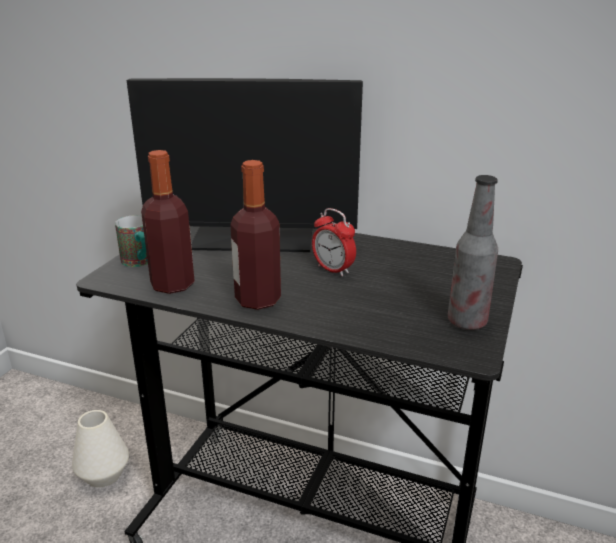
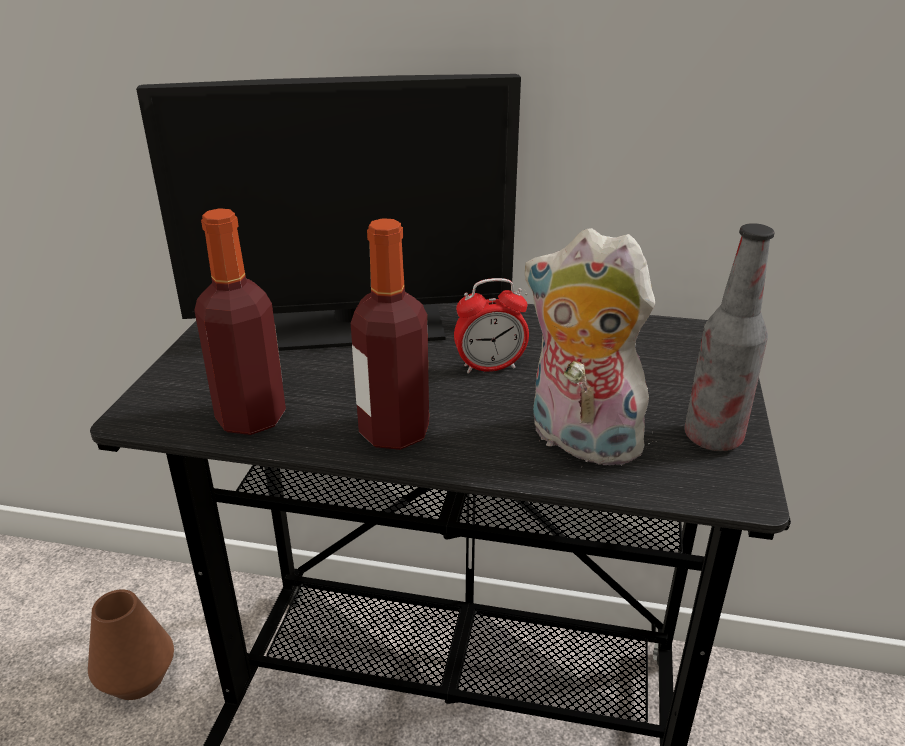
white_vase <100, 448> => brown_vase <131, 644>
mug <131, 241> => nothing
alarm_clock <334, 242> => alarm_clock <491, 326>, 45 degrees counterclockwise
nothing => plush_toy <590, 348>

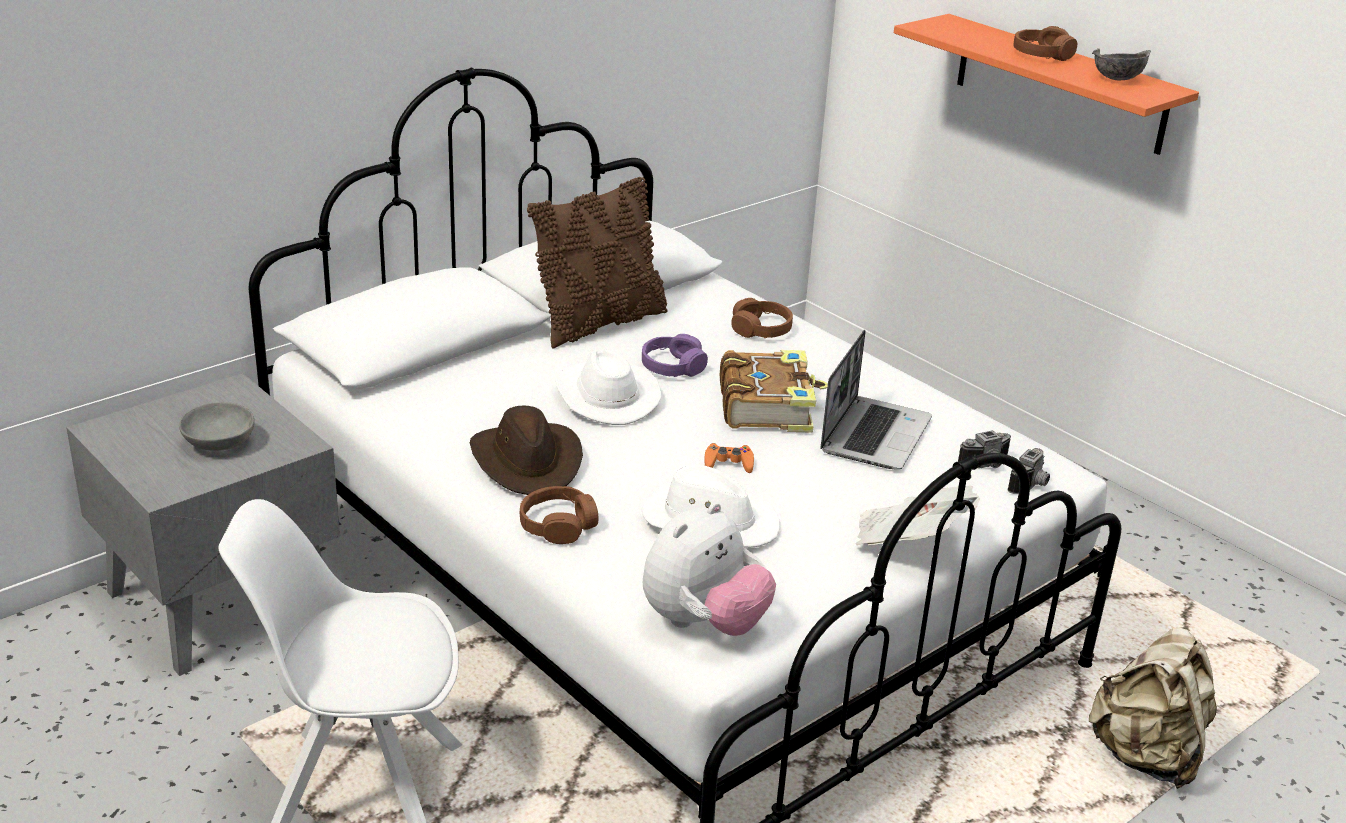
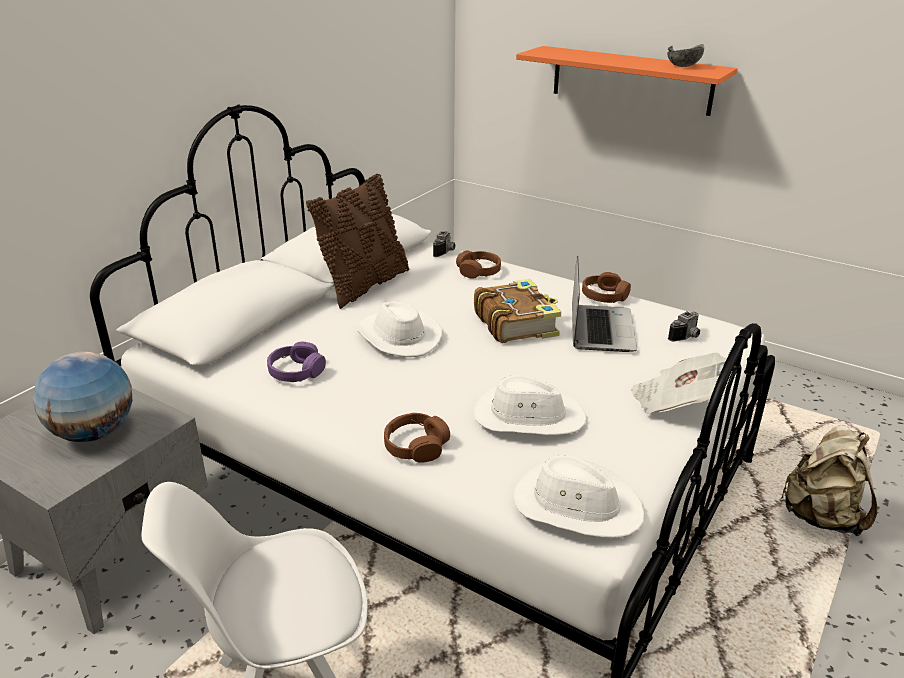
grey_bowl <217, 426> => globe <82, 397>
brown_hat <526, 450> => nothing
purple_headphones <675, 355> => purple_headphones <296, 362>, moved
plush_toy <709, 569> => white_hat <578, 496>
orange_game_controller <729, 458> => nothing
photo_camera <1028, 471> => photo_camera <444, 244>, moved
brown_headphones <1045, 43> => brown_headphones <606, 287>, moved

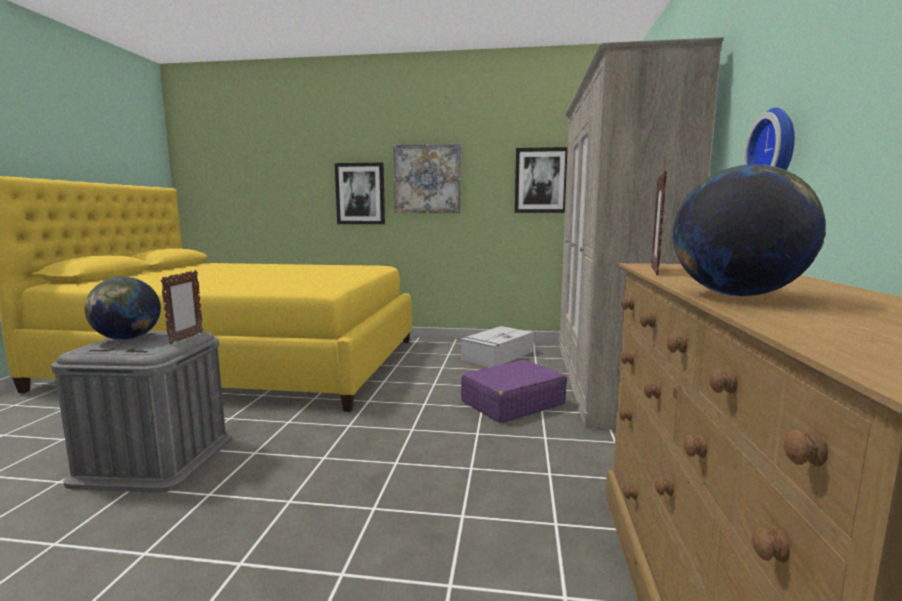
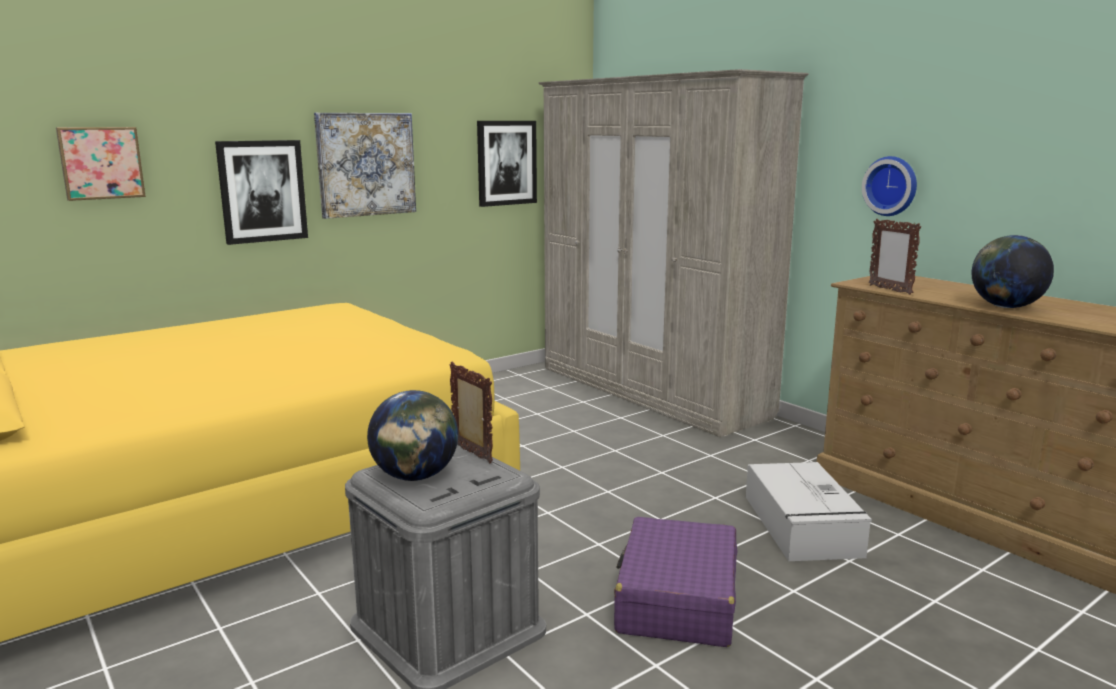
grey_storage_box <497, 346> => grey_storage_box <809, 511>, moved
purple_suitcase <514, 391> => purple_suitcase <675, 582>, moved
nothing => picture <101, 164>

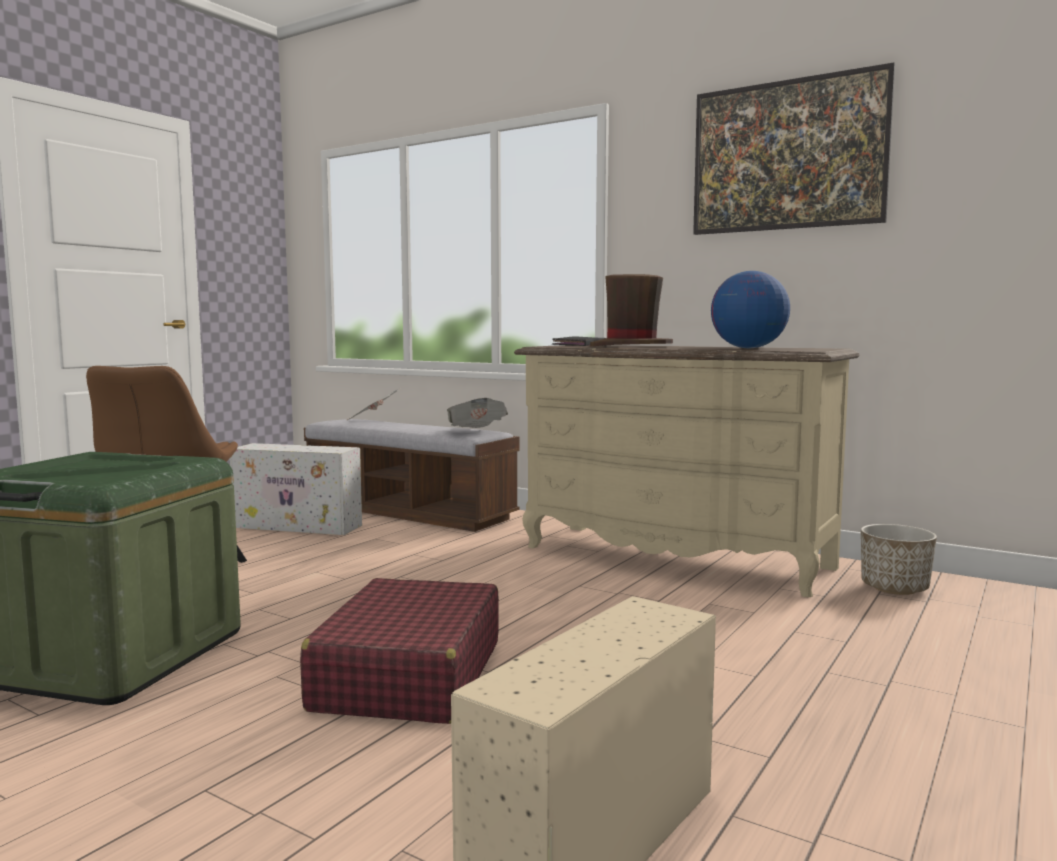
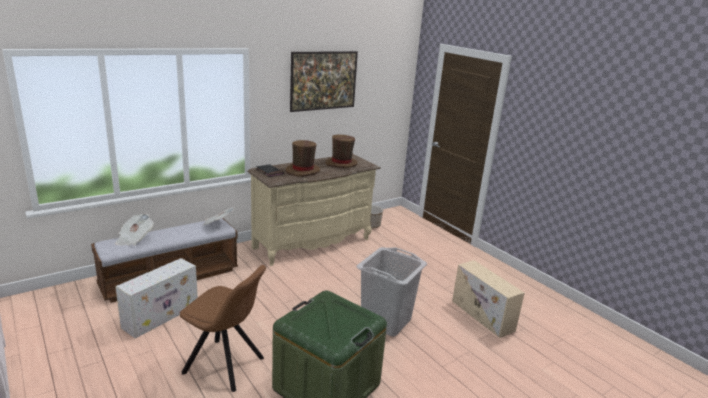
red_suitcase <399, 651> => grey_laundry_basket <392, 291>
globe <750, 309> => brown_hat <341, 151>

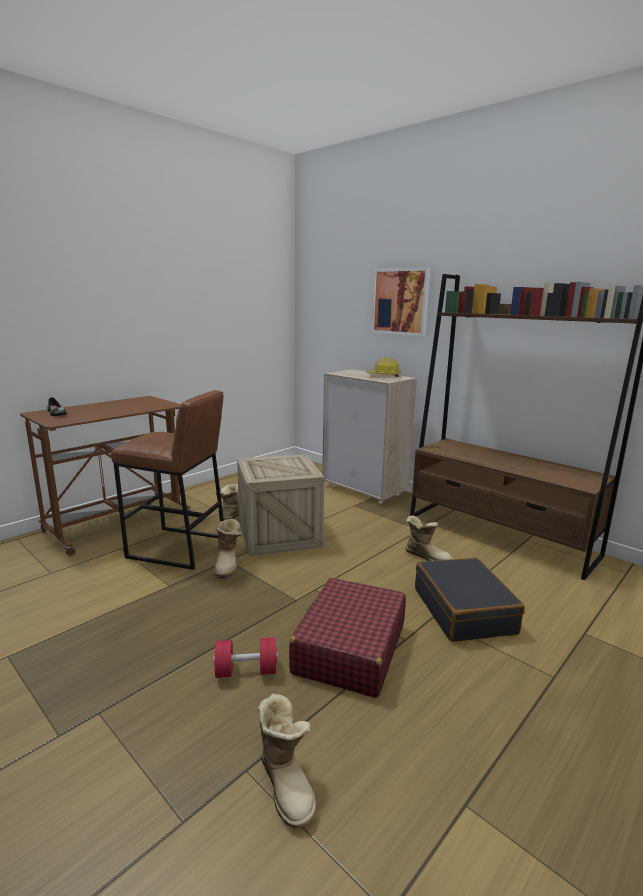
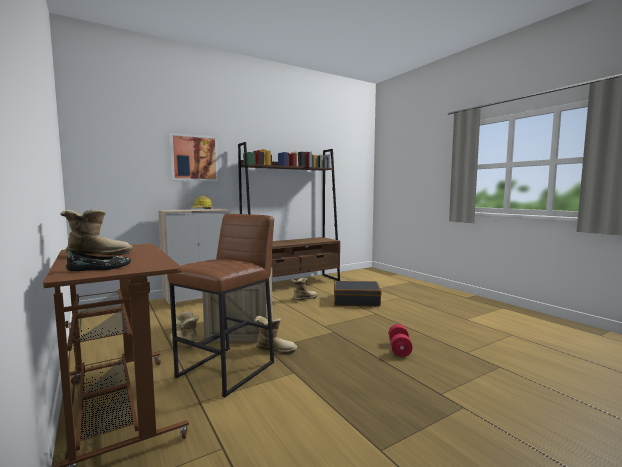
boot <287, 761> => boot <96, 232>, moved
red_suitcase <347, 638> => nothing

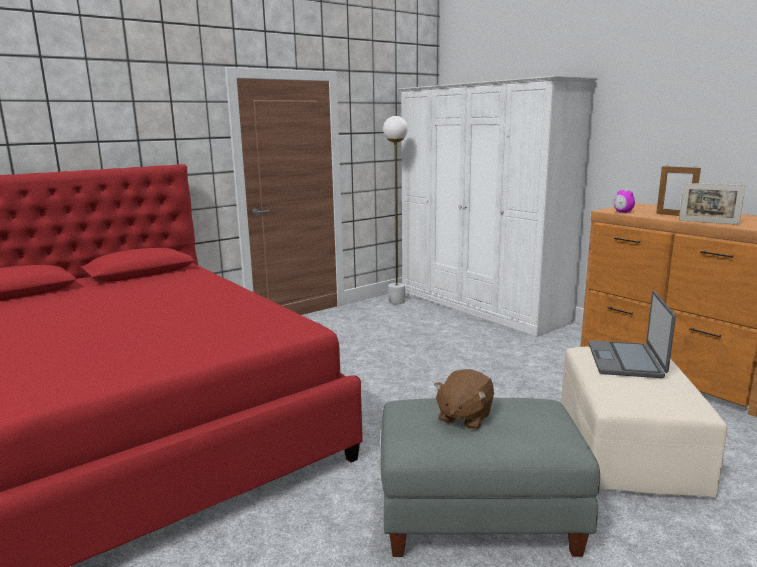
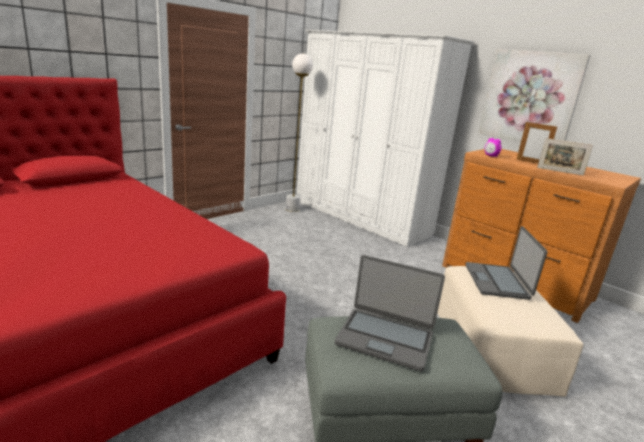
brown_plush_toy <464, 399> => laptop <390, 313>
nothing => picture <535, 95>

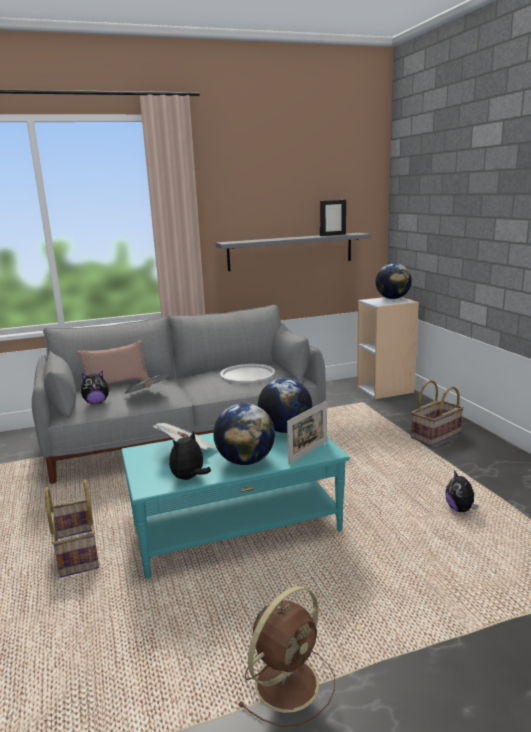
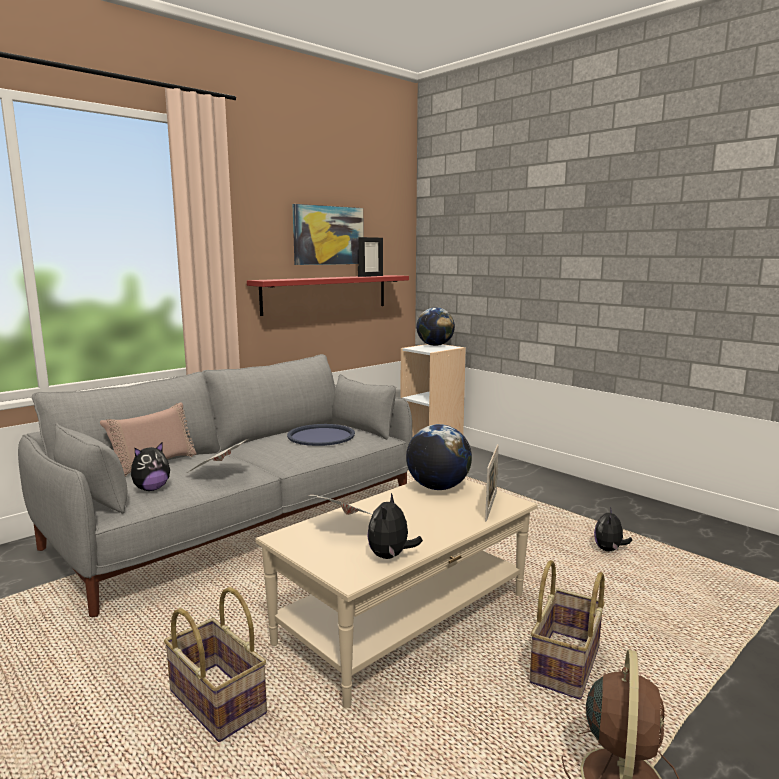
turquoise_coffee_table <235, 505> => beige_coffee_table <396, 593>
globe <244, 434> => nothing
grey_shelf <293, 252> => red_shelf <328, 295>
white_tray <247, 373> => blue_tray <321, 435>
basket <437, 413> => basket <567, 629>, moved
plush_toy <461, 491> => plush_toy <613, 529>, 60 degrees clockwise
nothing => picture <328, 234>

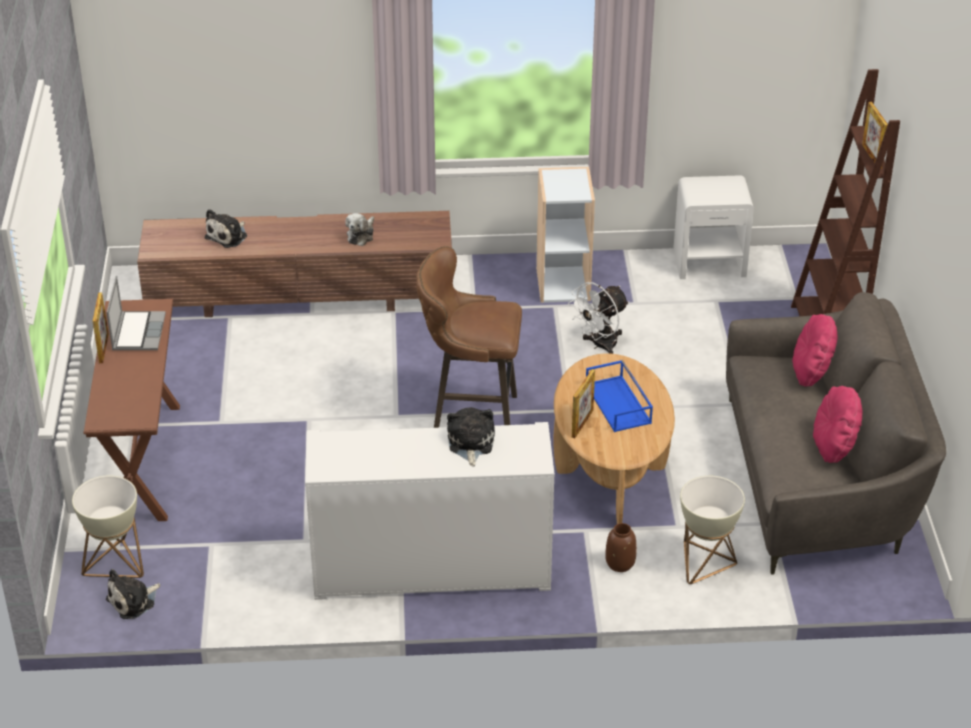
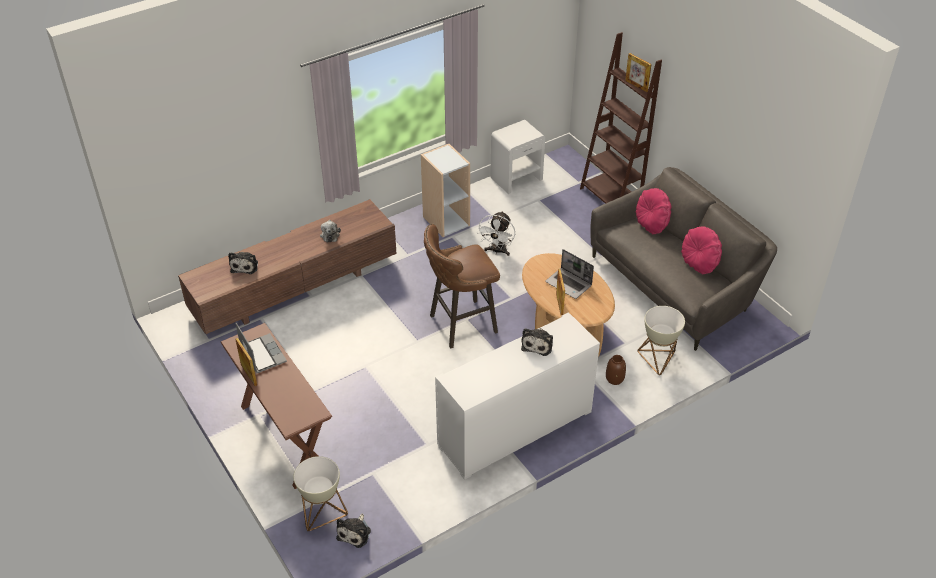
plush_toy <471, 436> => plush_toy <537, 342>, 135 degrees counterclockwise
blue_tray <619, 396> => laptop <569, 274>

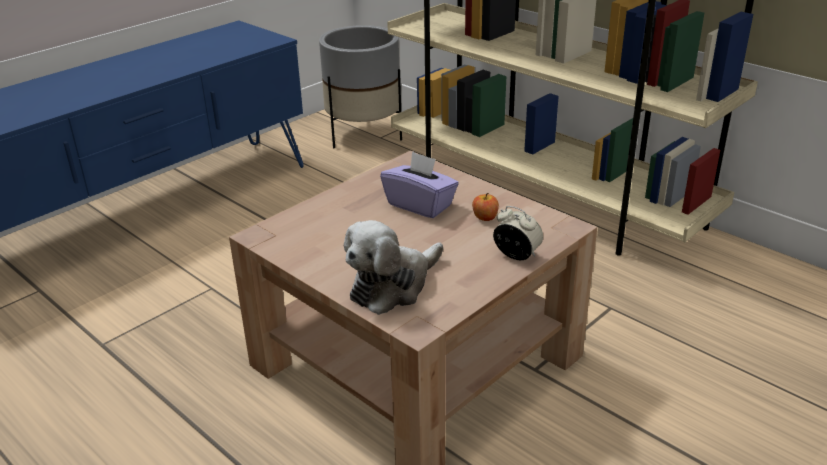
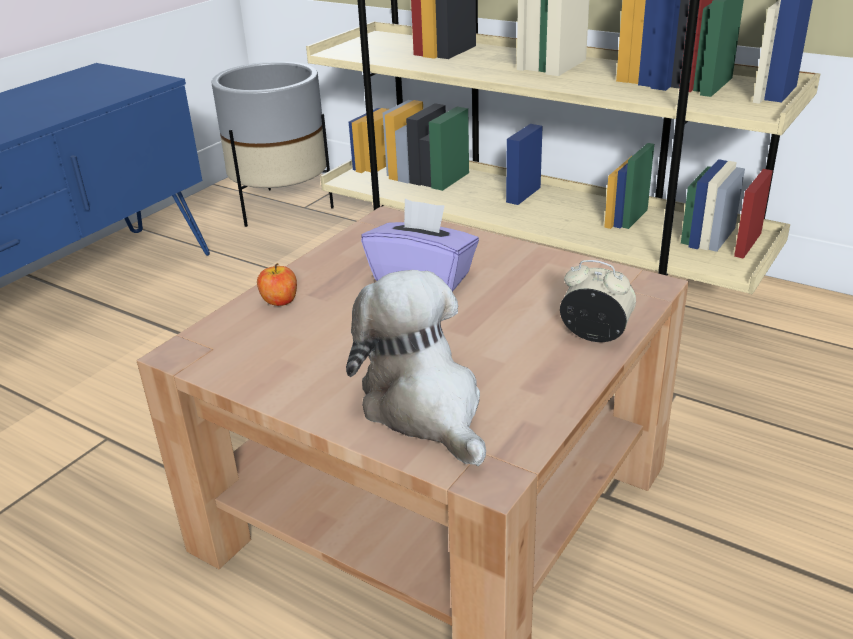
plush_toy <393, 267> => plush_toy <416, 368>, 120 degrees clockwise
apple <485, 207> => apple <277, 284>, moved

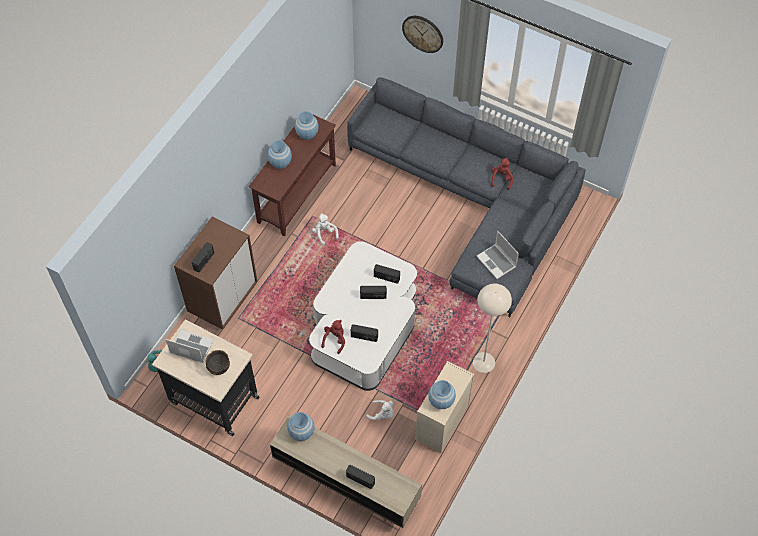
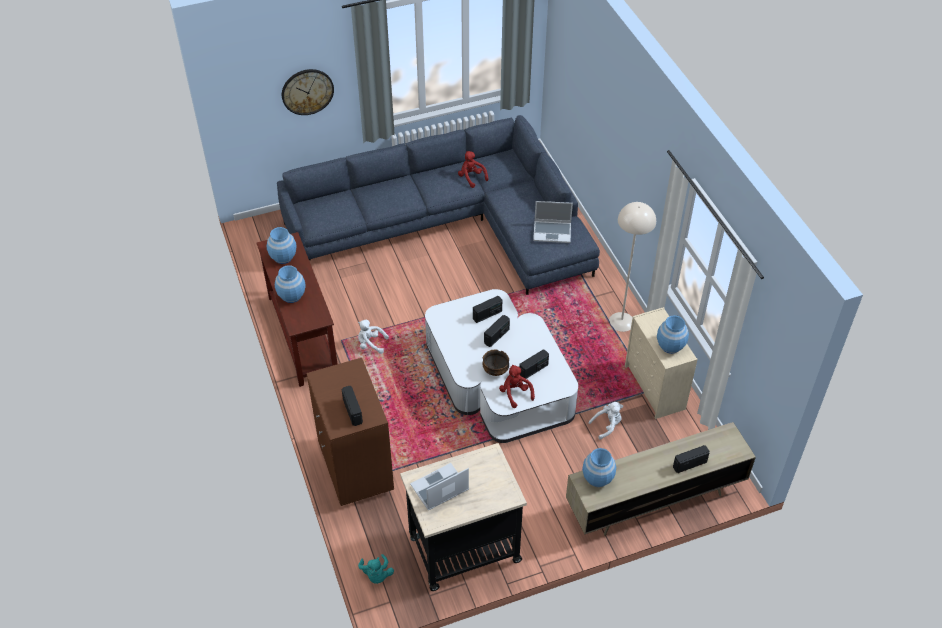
bowl <218, 362> => bowl <495, 362>, moved

